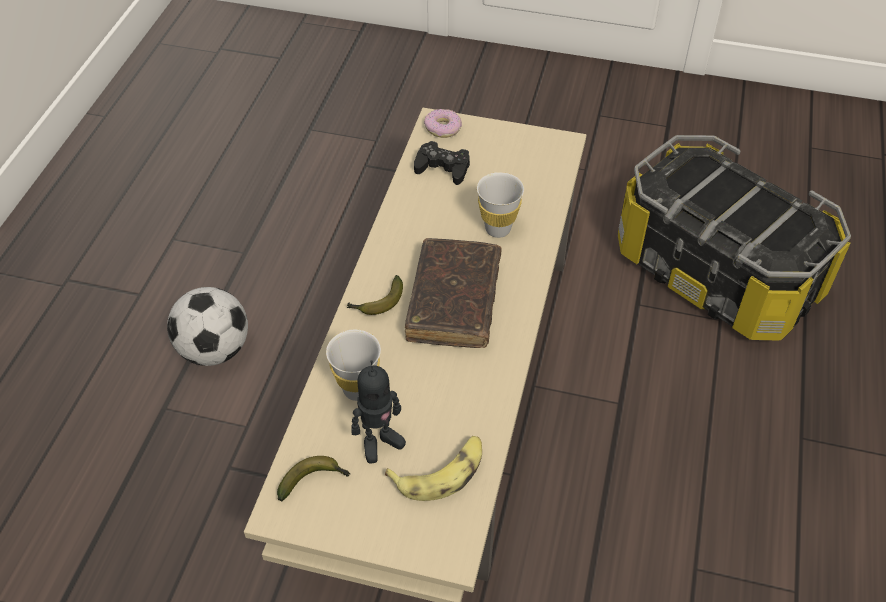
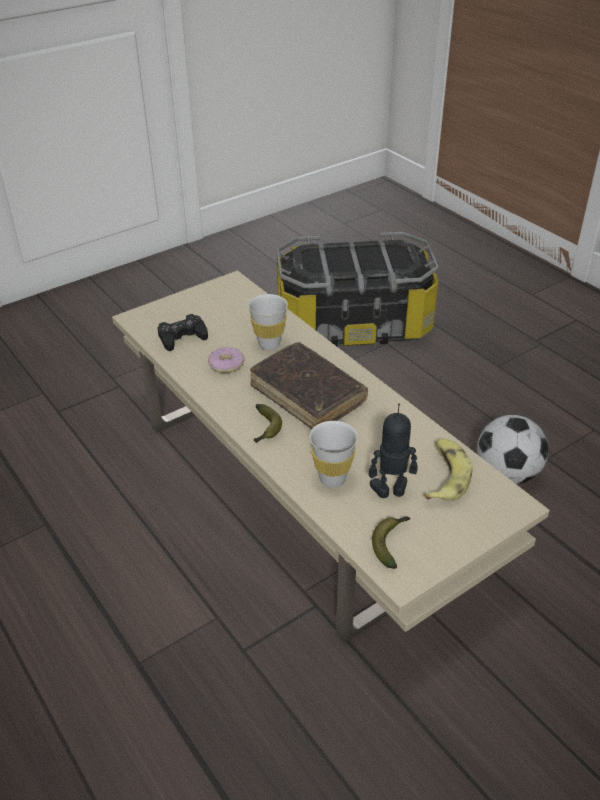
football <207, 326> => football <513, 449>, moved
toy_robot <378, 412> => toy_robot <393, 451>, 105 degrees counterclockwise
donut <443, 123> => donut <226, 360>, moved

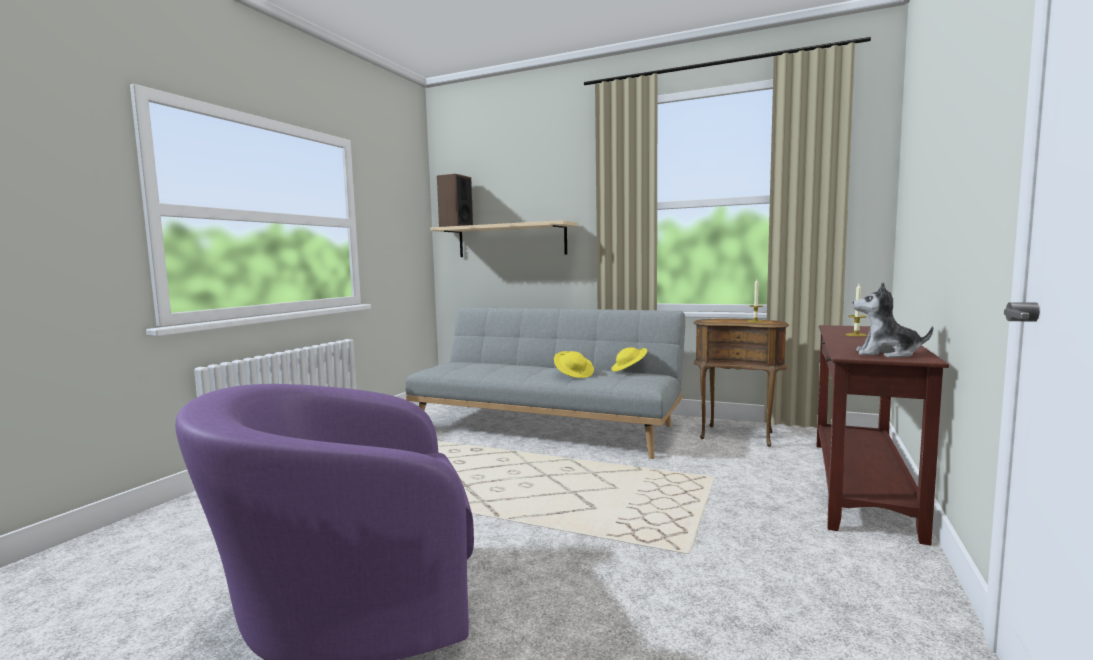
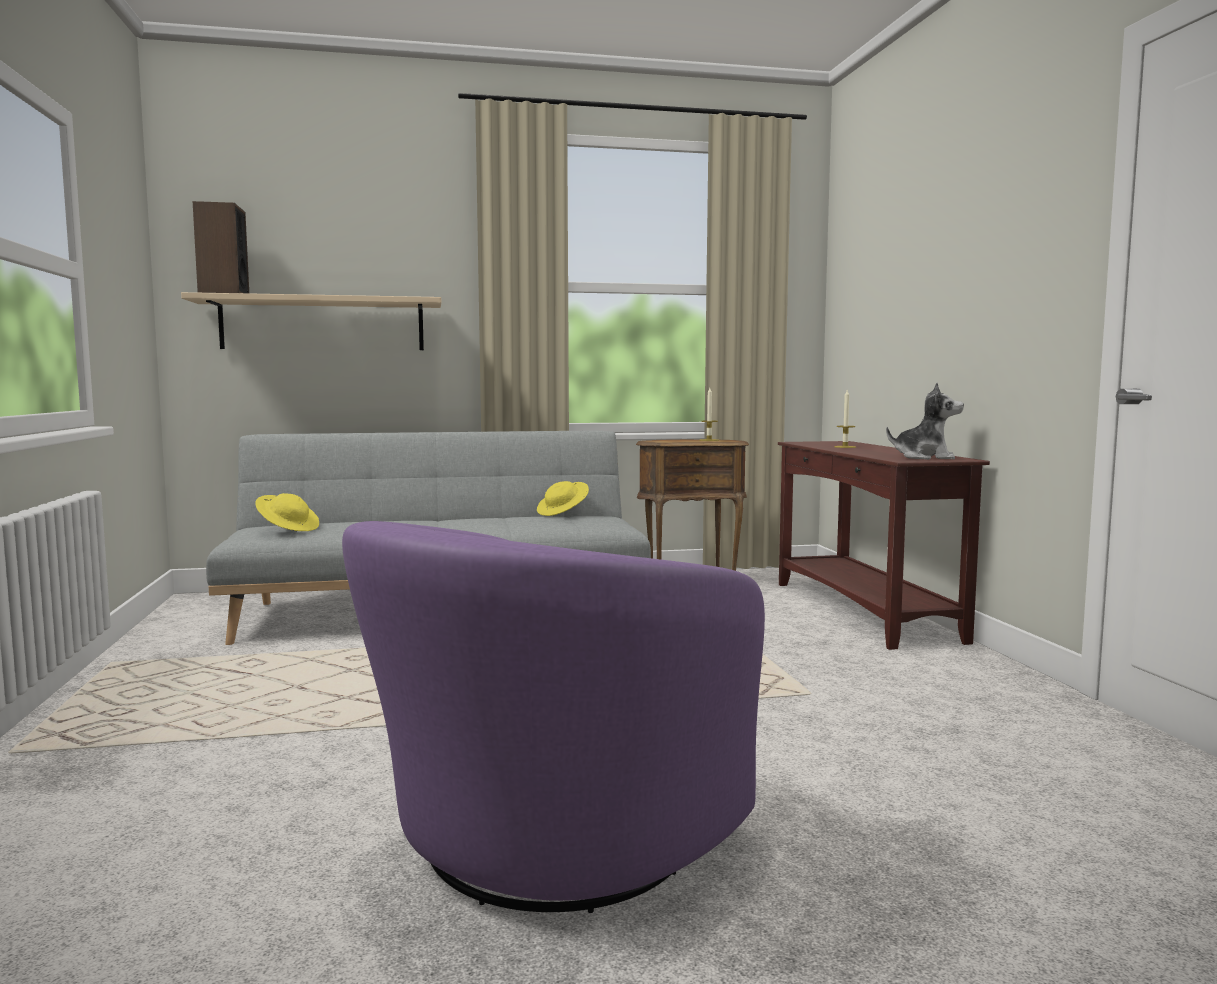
yellow_hat <574, 364> => yellow_hat <287, 512>, moved
plush_toy <893, 320> => plush_toy <925, 421>, 150 degrees counterclockwise

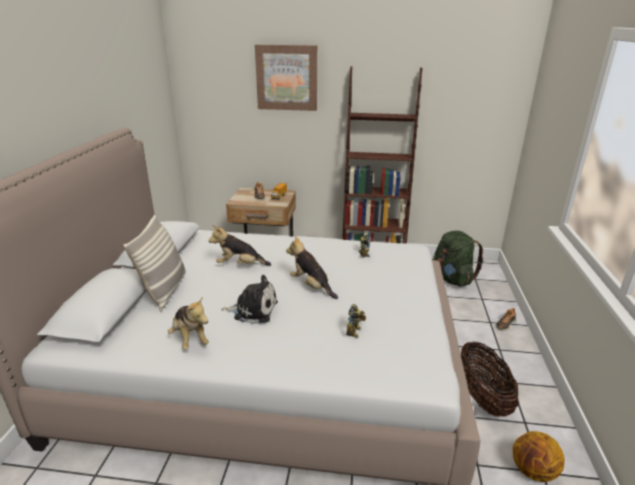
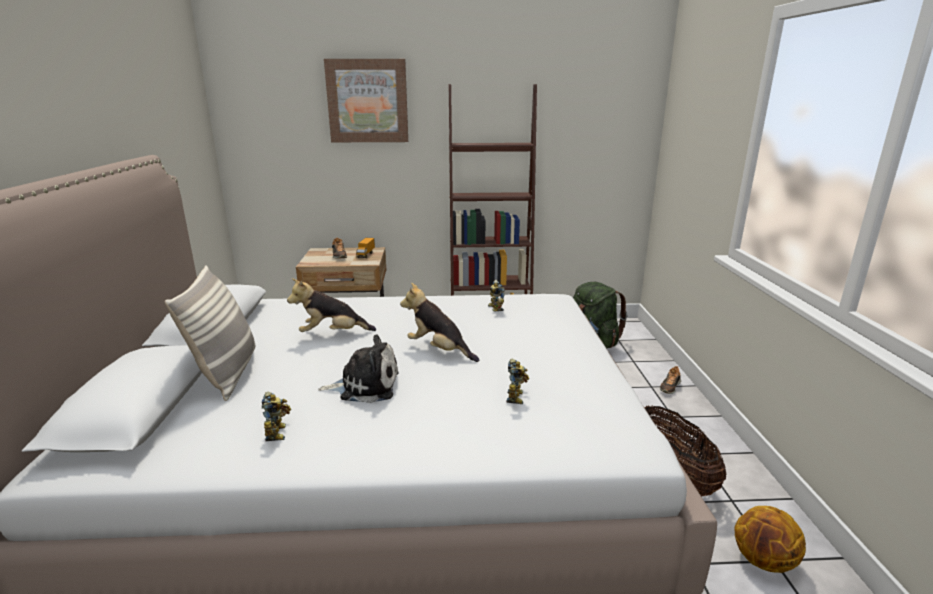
plush_toy <188, 324> => toy_robot <276, 416>

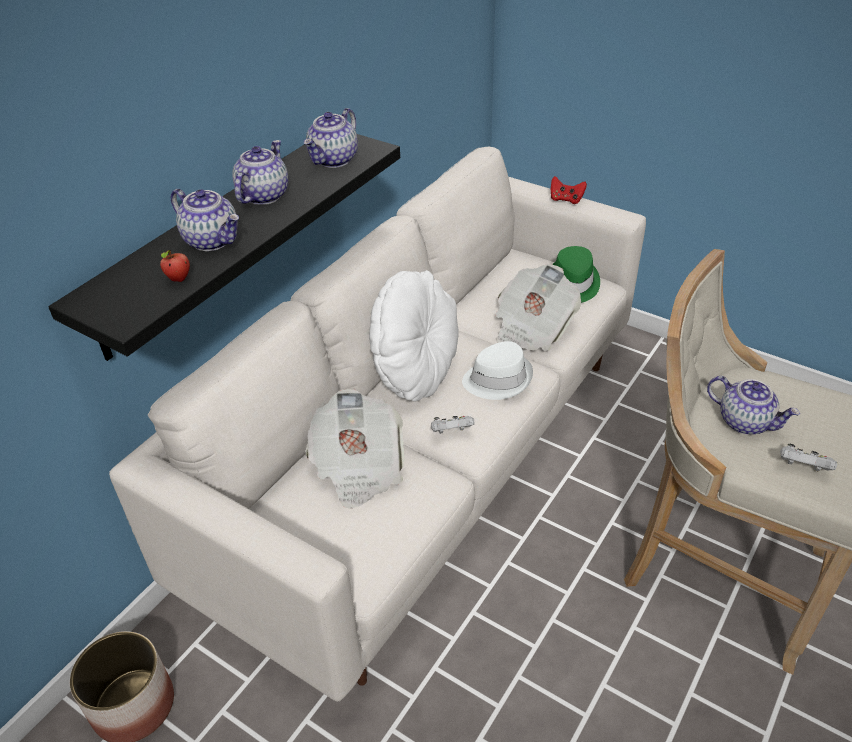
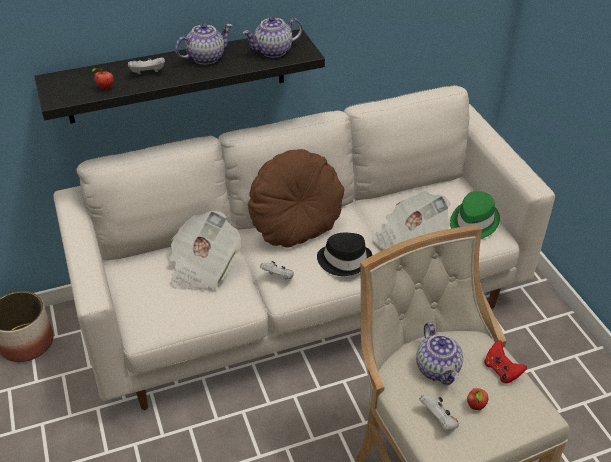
teapot <205, 220> => white_game_controller <146, 65>
white_pillow <414, 335> => brown_pillow <296, 198>
white_hat <497, 370> => black_hat <344, 254>
red_game_controller <569, 190> => red_game_controller <505, 362>, moved
nothing => apple <477, 399>

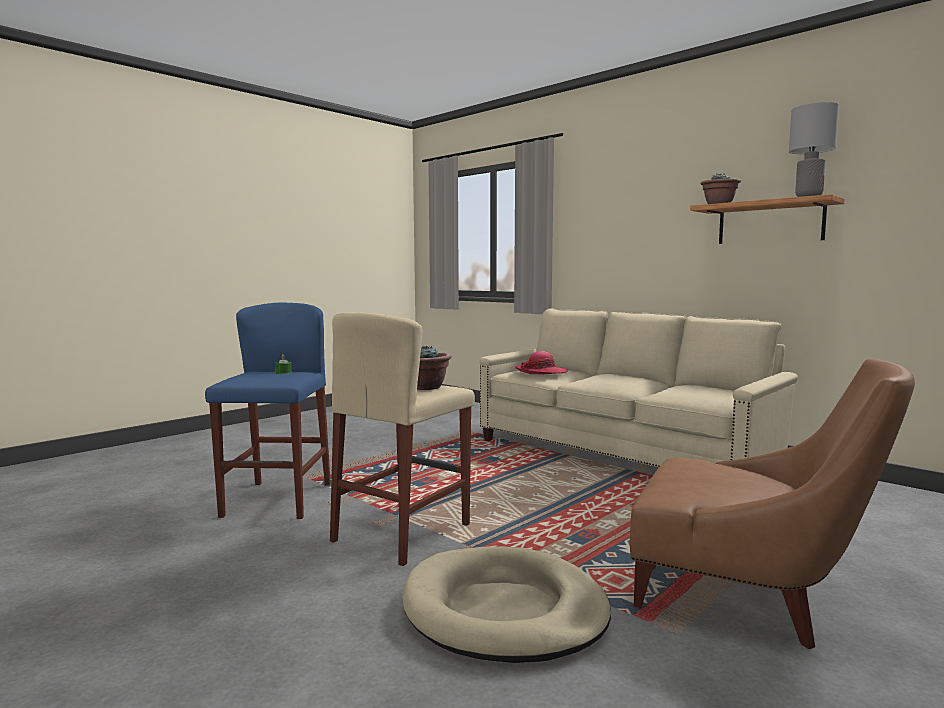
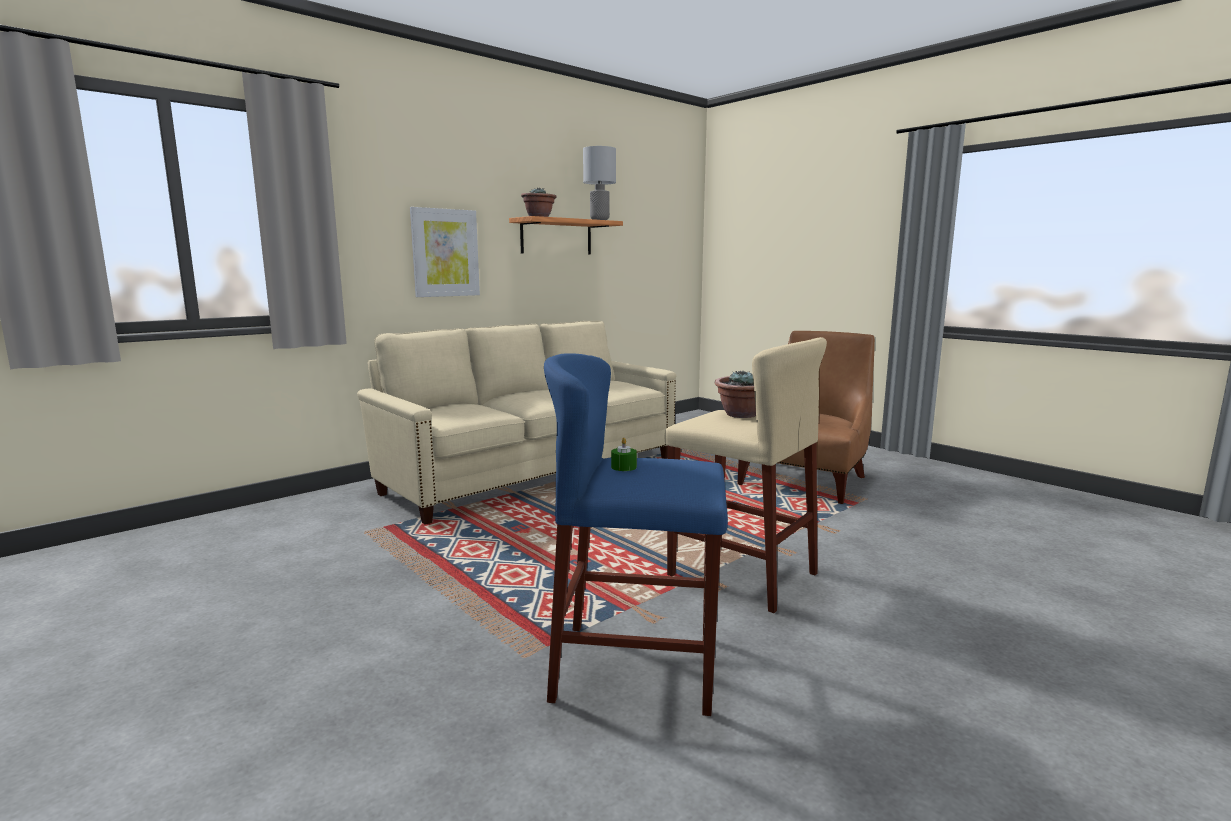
beige_dog_bed <506, 604> => nothing
hat <541, 362> => nothing
nothing => picture <445, 252>

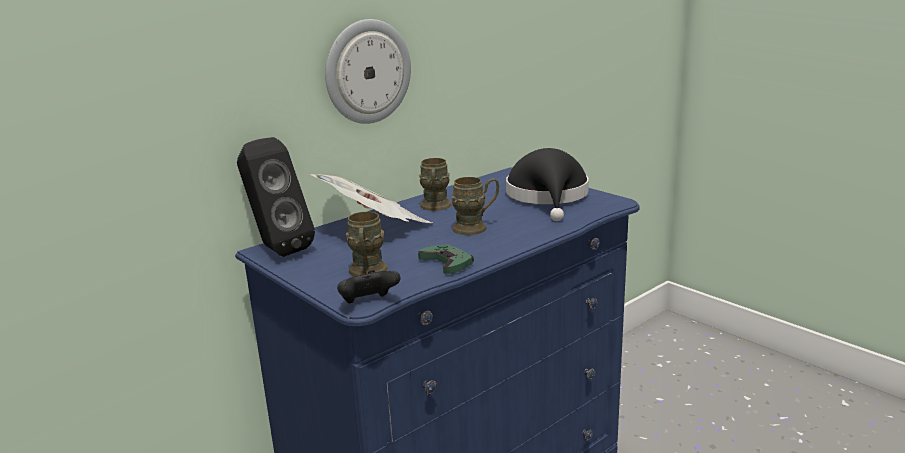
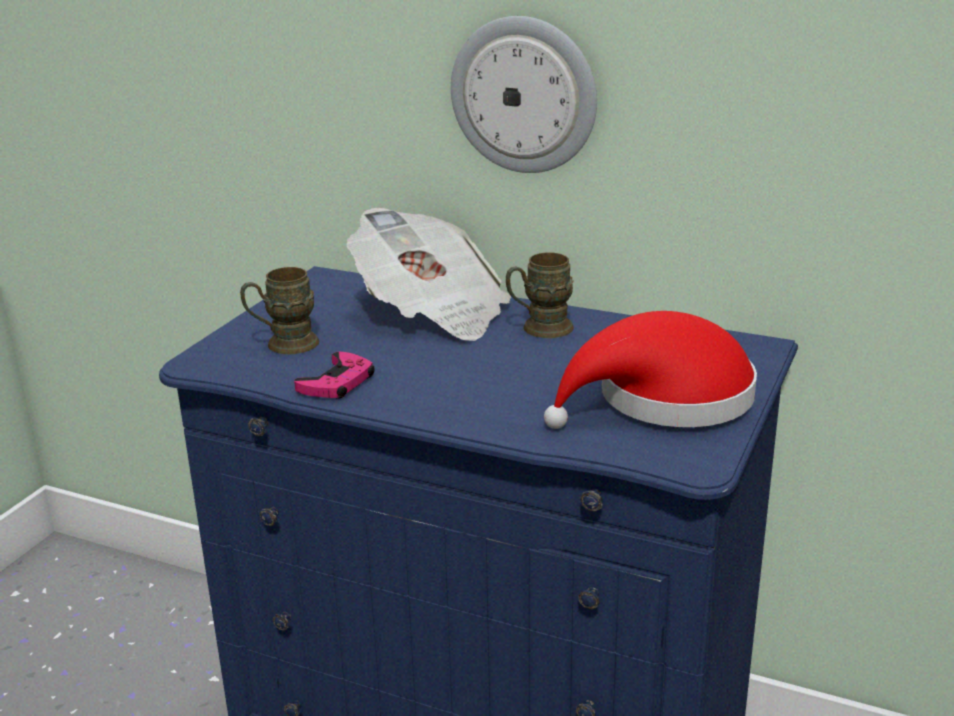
black_speaker <276, 197> => nothing
black_game_controller <368, 286> => nothing
green_game_controller <446, 259> => pink_game_controller <334, 375>
brown_mug <475, 206> => nothing
black_hat <547, 184> => red_hat <650, 370>

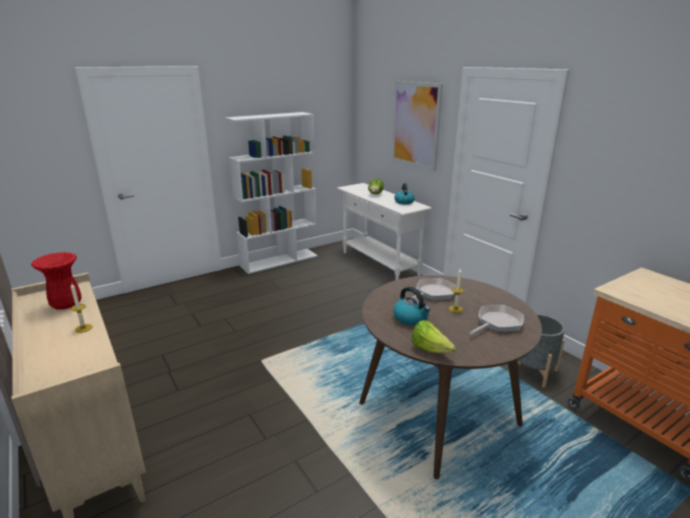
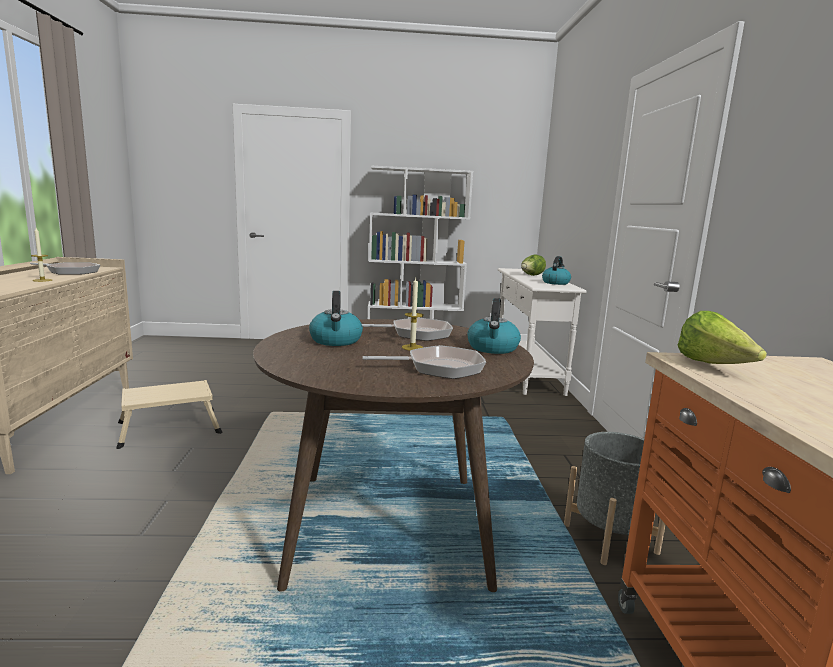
red_vase <56, 281> => frying_pan <65, 268>
picture <417, 126> => nothing
lettuce <434, 336> => lettuce <722, 337>, moved
nothing => beige_step_ladder <169, 414>
nothing => kettle <494, 326>

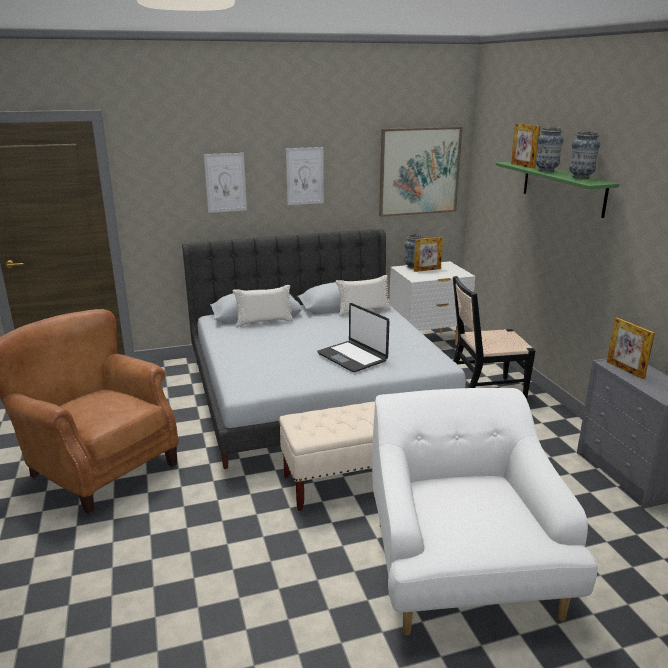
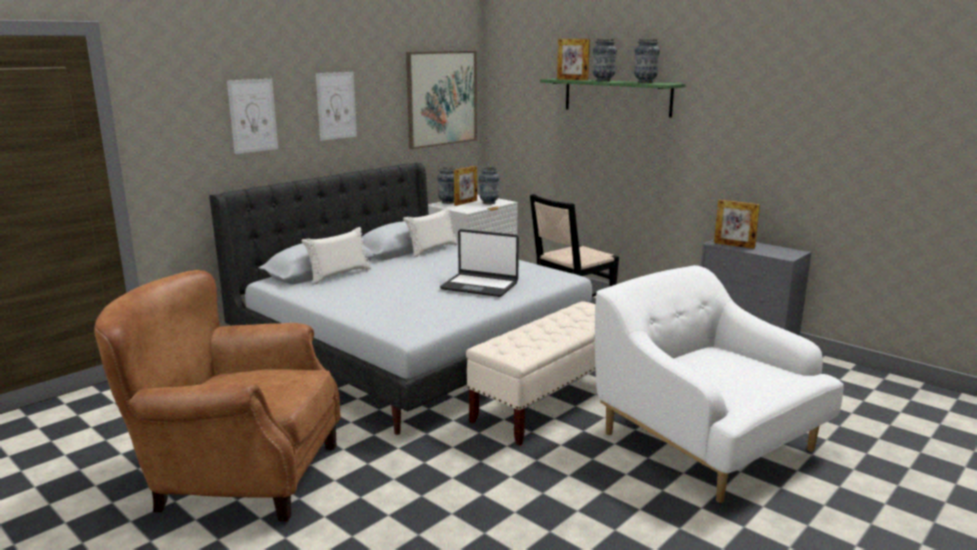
nothing => vase <489, 185>

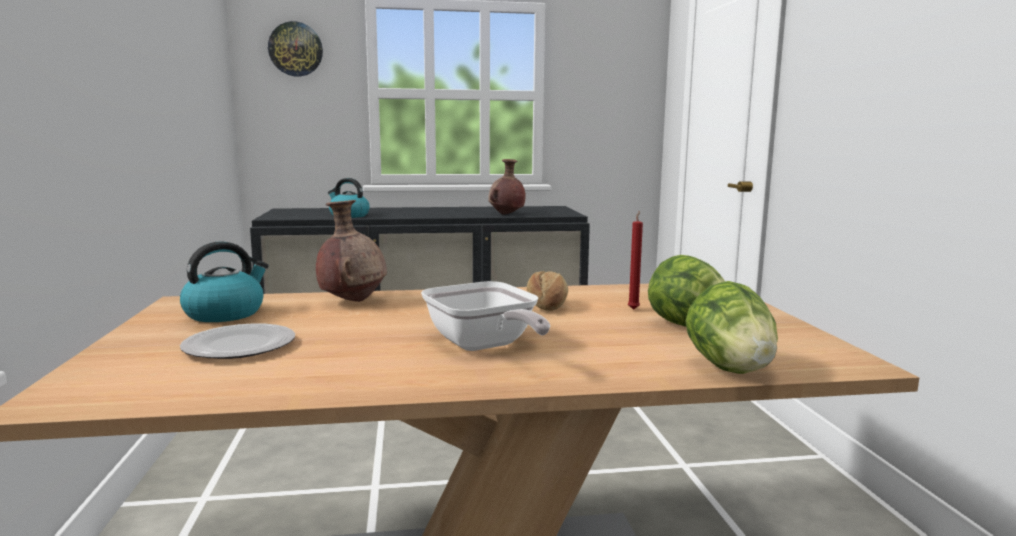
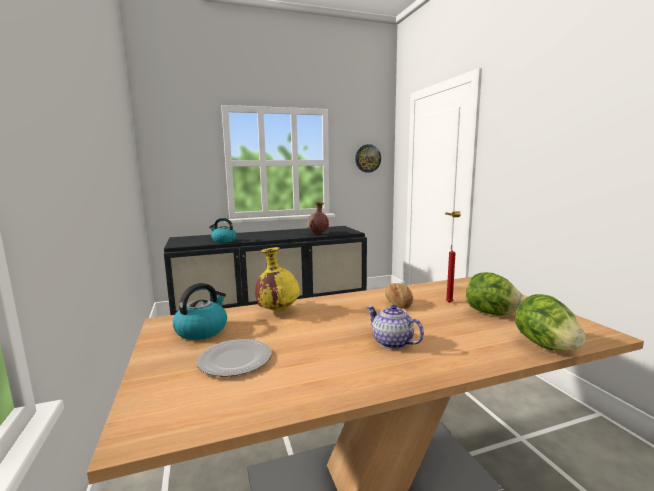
wall_clock <295, 49> => wall_clock <368, 158>, moved
brown_vase <351, 251> => yellow_vase <277, 279>
frying_pan <485, 316> => teapot <395, 326>

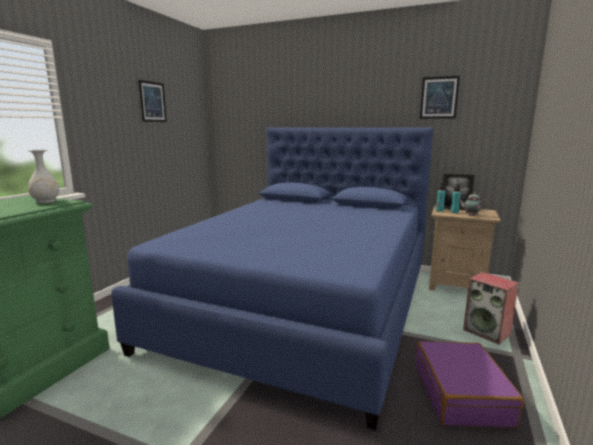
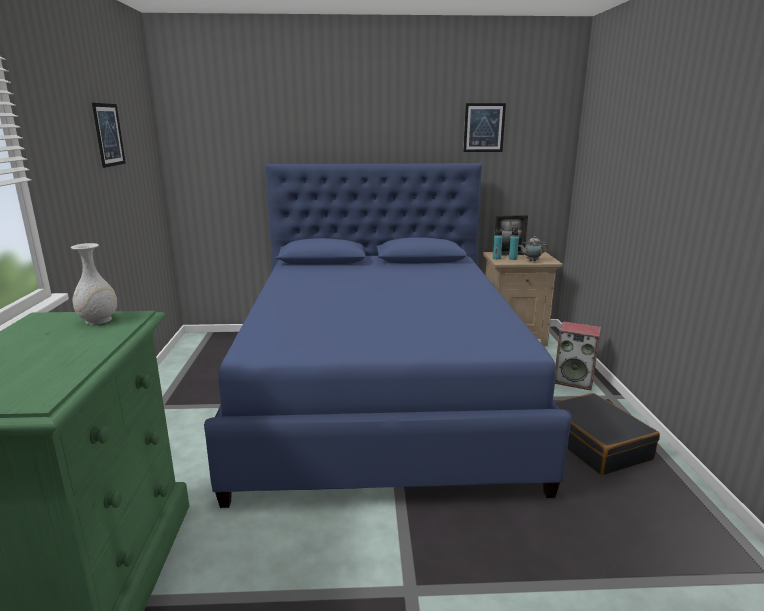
purple_suitcase <470, 384> => black_suitcase <607, 434>

